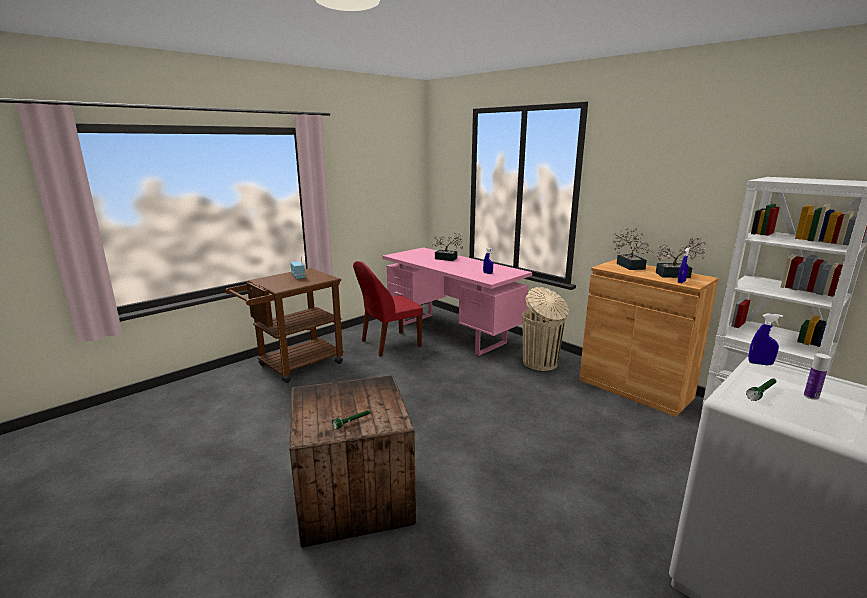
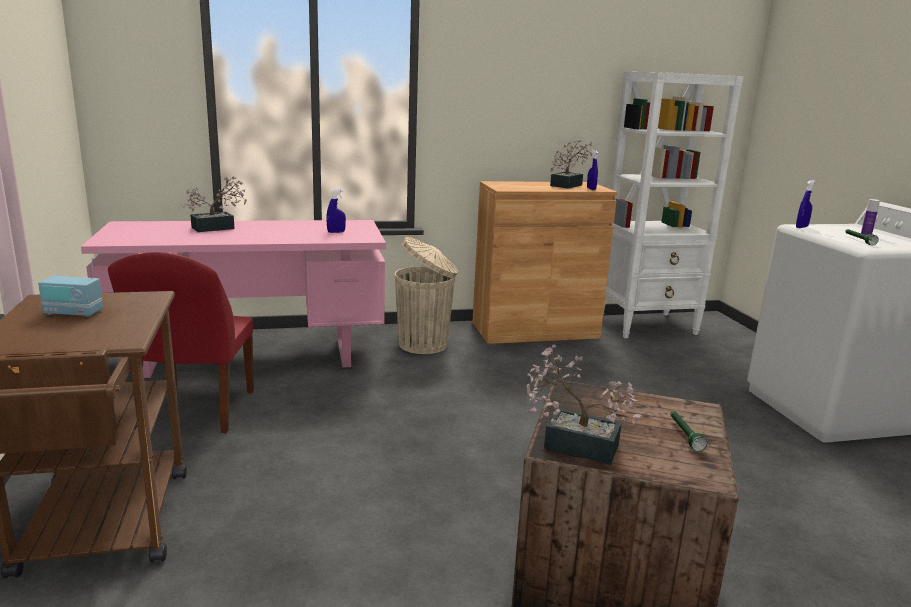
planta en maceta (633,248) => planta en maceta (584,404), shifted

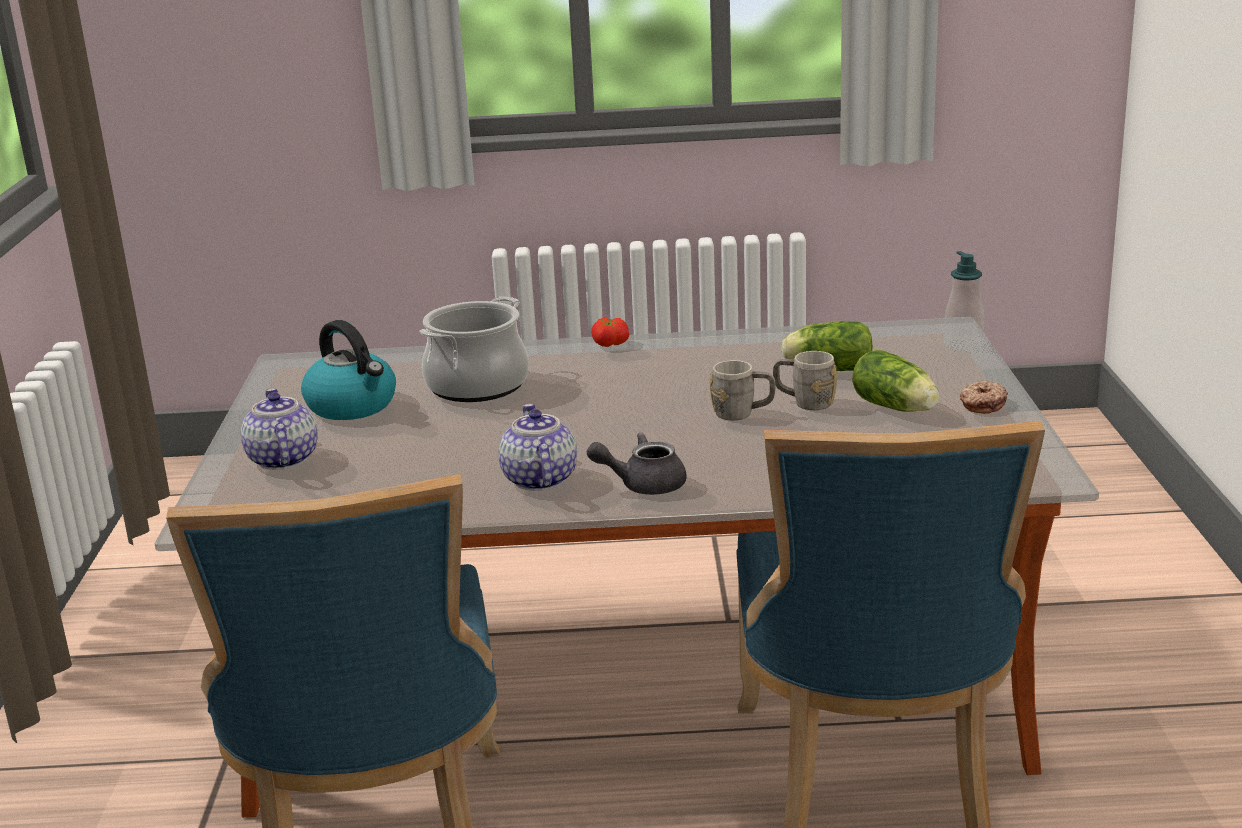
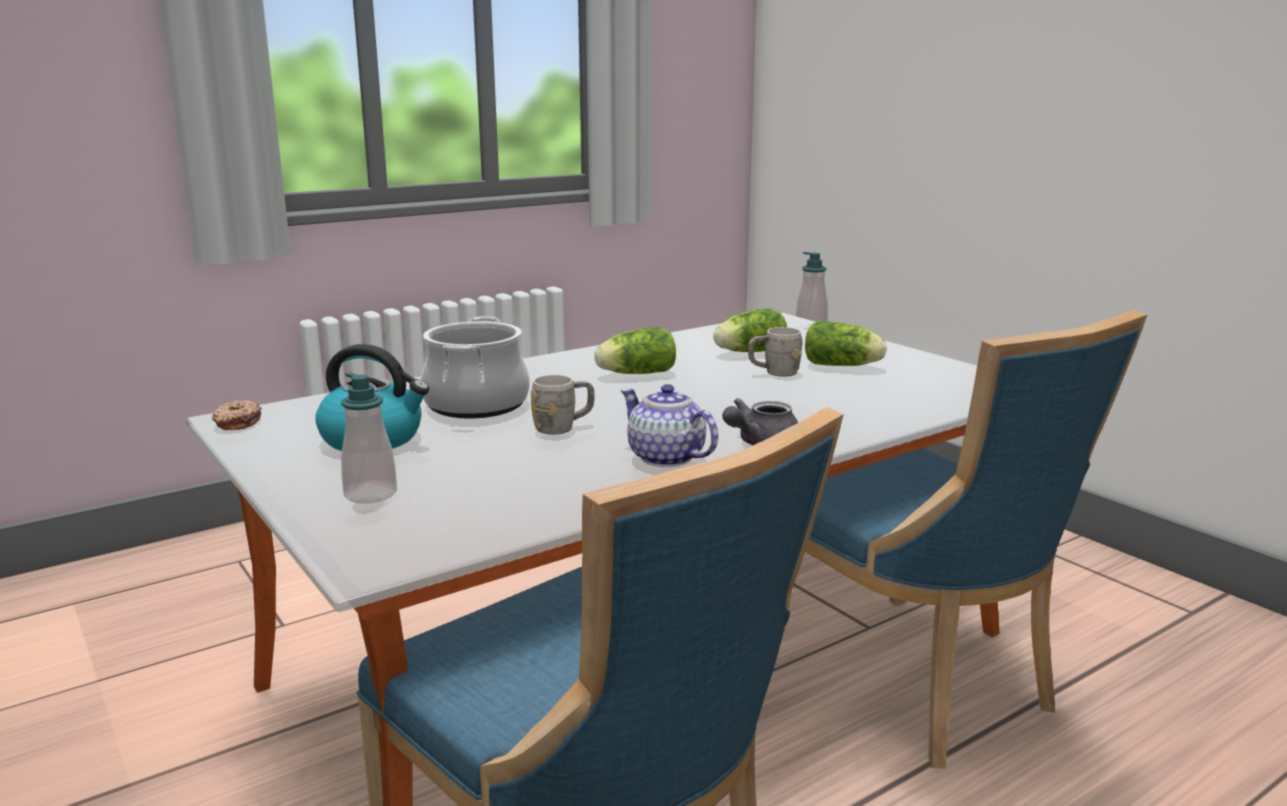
tomate (610,332) => nothing
nothing => lechuga (635,350)
taza grande [gris] (743,390) => taza grande [gris] (563,405), shifted
rosquilla (984,397) => rosquilla (236,415), shifted
tetera (279,429) => dispensador de jabón (369,438)

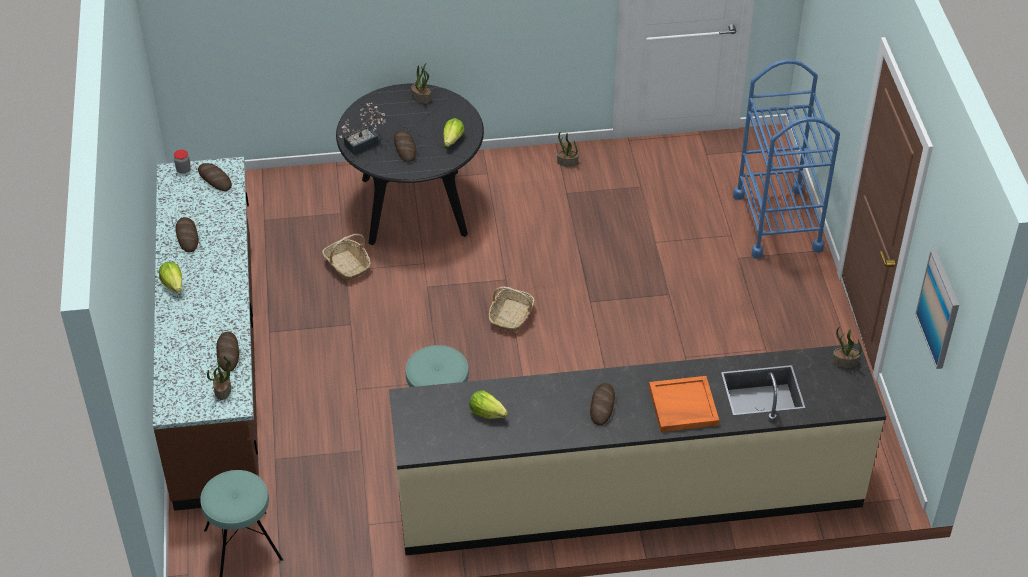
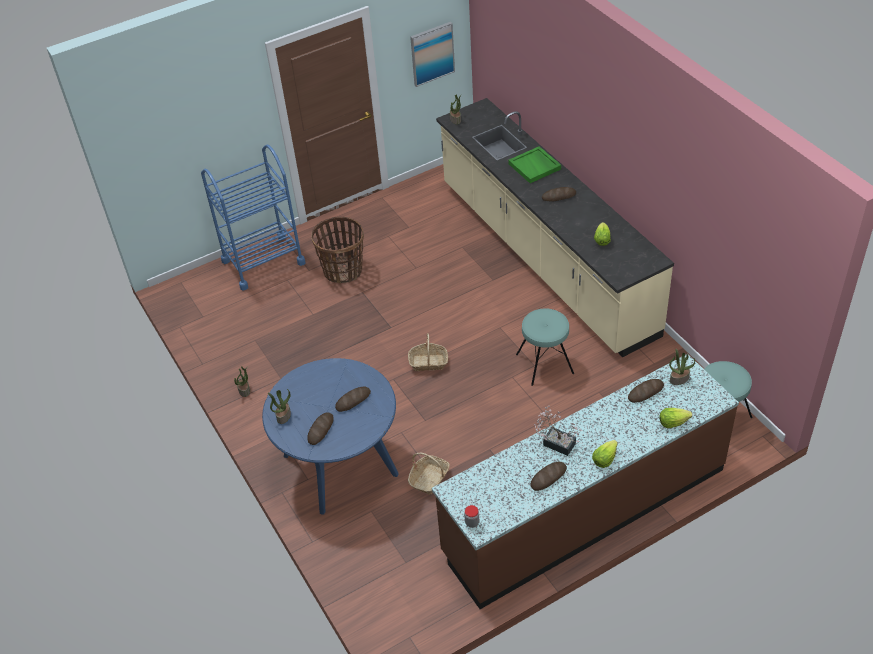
nothing => cesta (337,250)
pan (215,177) => pan (320,428), shifted
planta en maceta (362,128) => planta en maceta (558,431), shifted
lechuga (454,132) => lechuga (675,418), shifted
mesa de comedor [negro] (410,164) => mesa de comedor [azul] (330,436)
bandeja [naranja] (684,404) => bandeja [verde] (534,164)

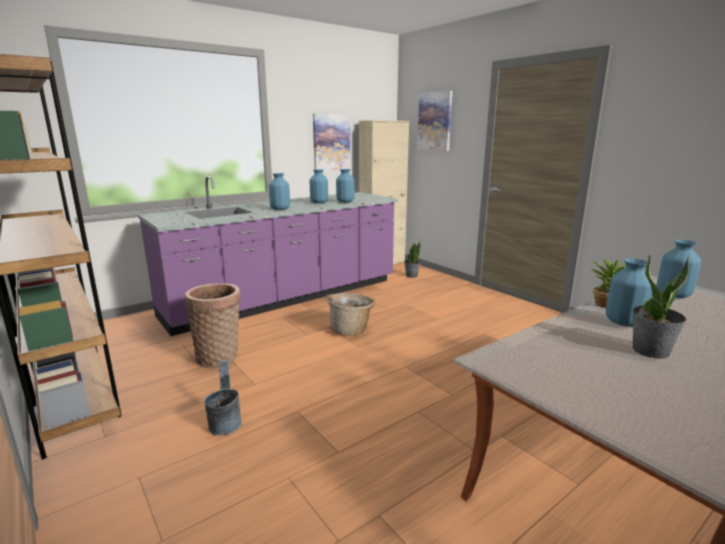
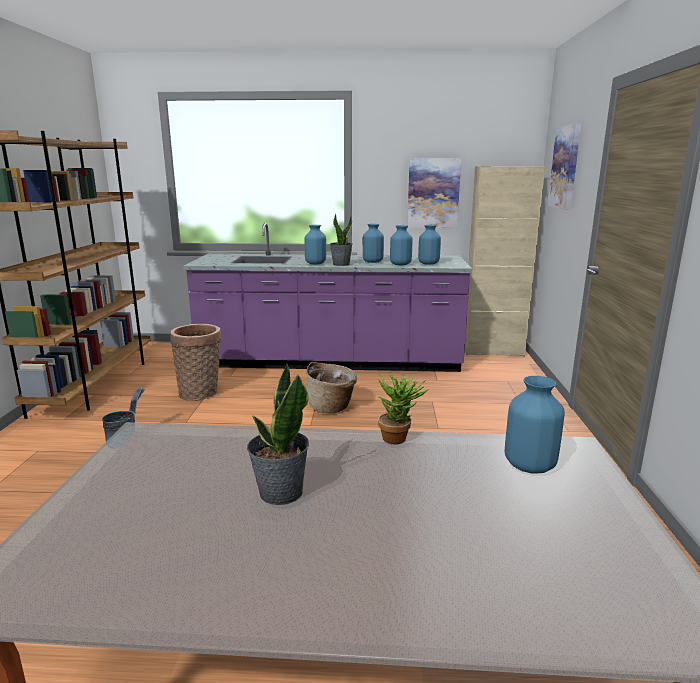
planta en maceta (412,260) => planta en maceta (341,239), shifted
florero [azul] (629,292) => florero [azul] (429,245), shifted

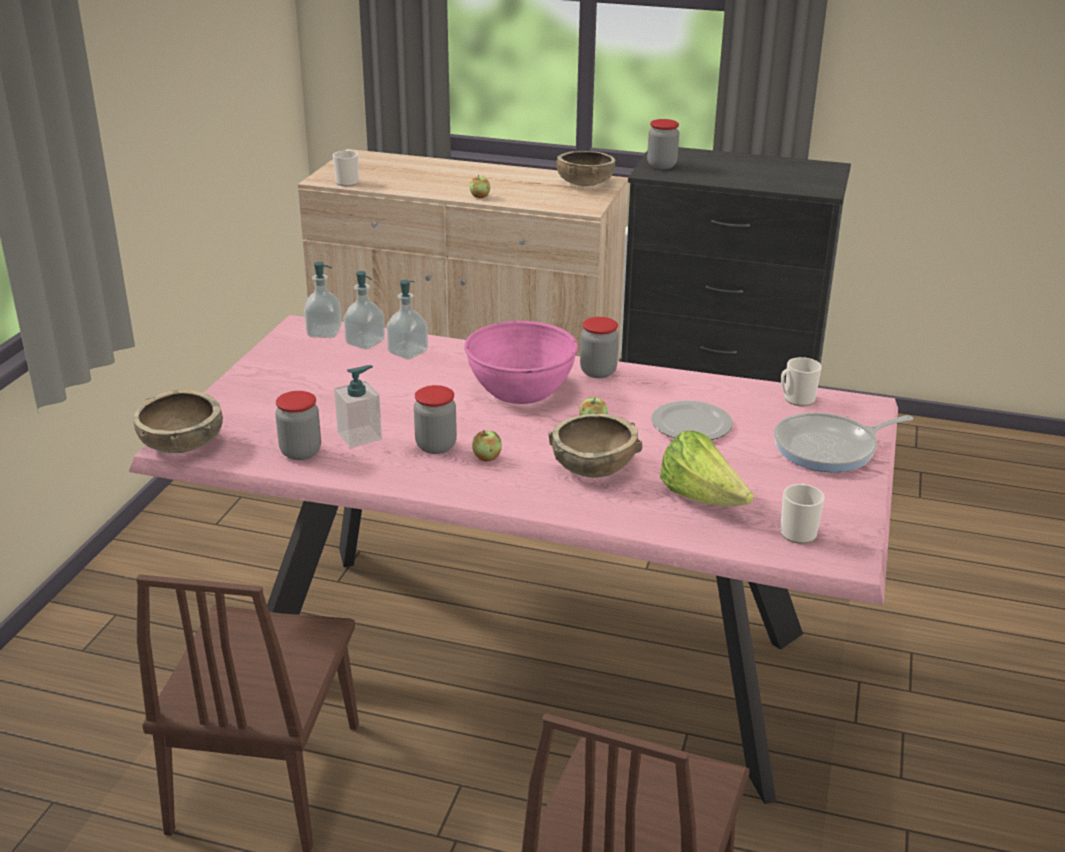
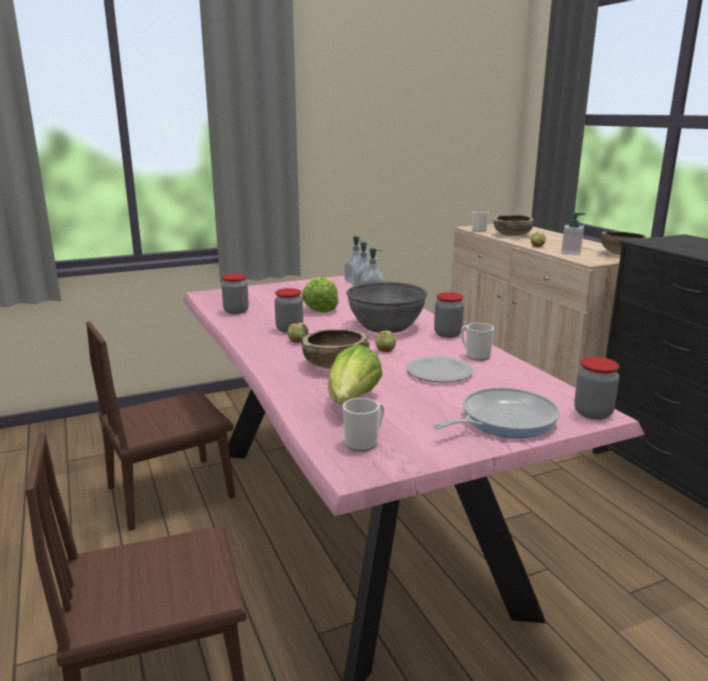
nothing => lechuga (320,295)
cuenco [marrón] (178,421) => cuenco [marrón] (513,225), shifted
dispensador de jabón (358,406) => dispensador de jabón (573,233), shifted
tarro (663,144) => tarro (597,388), shifted
taza grande (801,381) => taza grande (477,342), shifted
cuenco [rosa] (521,362) => cuenco [gris] (386,307)
sartén (843,442) => sartén (496,412), 120 degrees clockwise

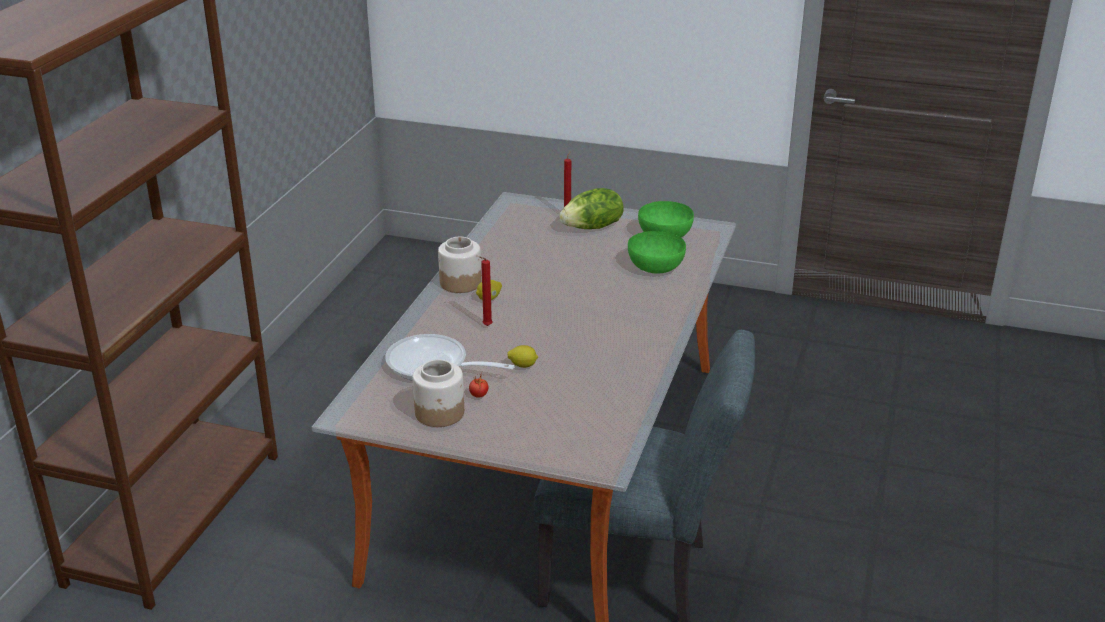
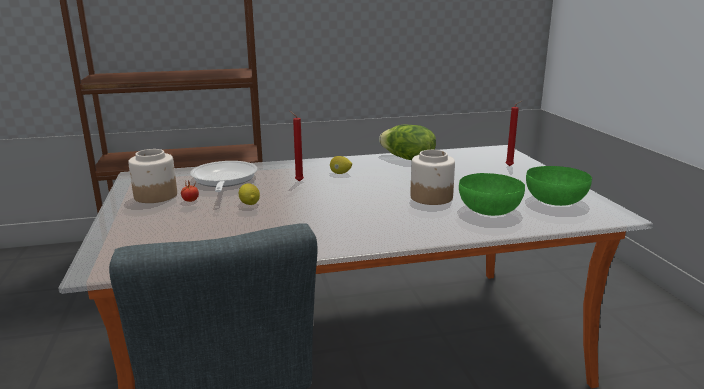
tarro (460,265) => tarro (432,177), shifted
lechuga (592,208) => lechuga (407,142), shifted

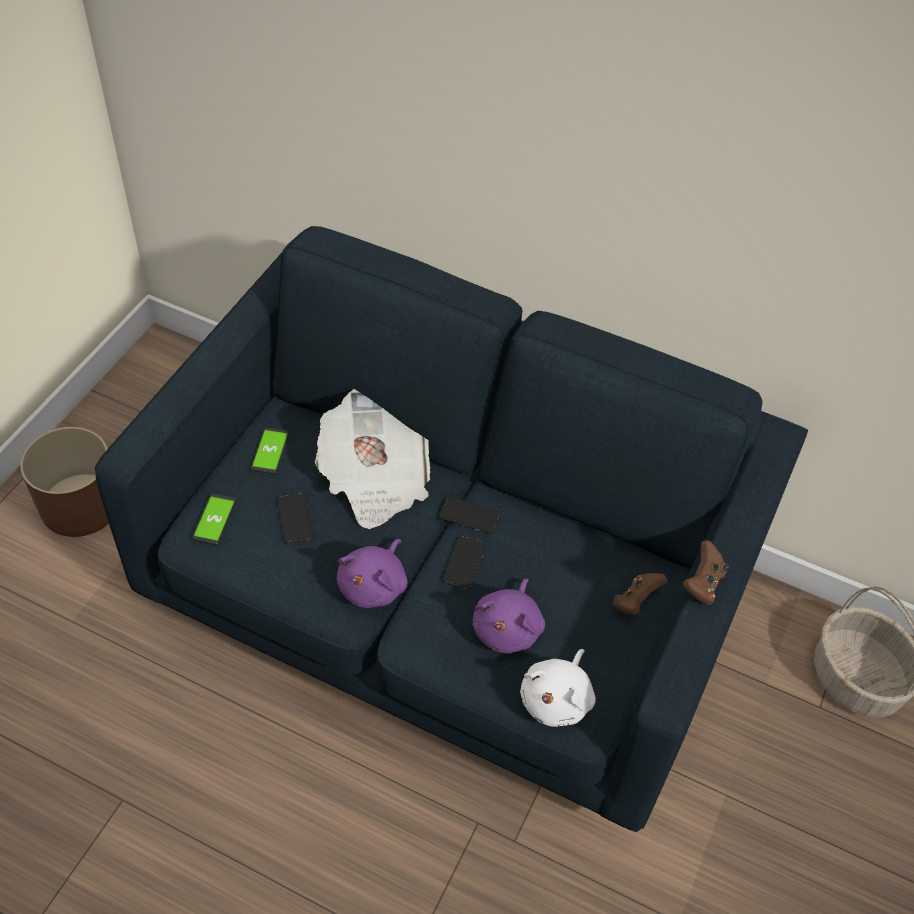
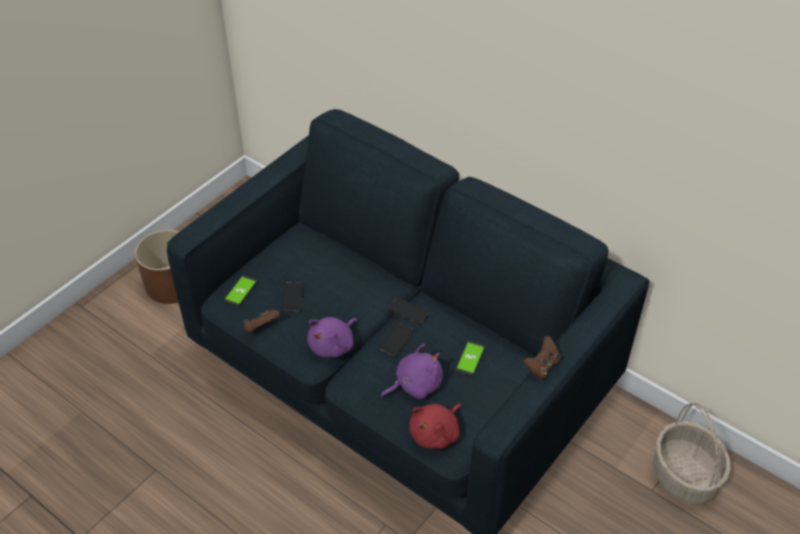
periódico (372,459) => nothing
móvil (270,450) => móvil (470,358), shifted
mando de consola [marrón] (640,594) => mando de consola [marrón] (262,321), shifted
peluche [blanco] (558,688) => peluche [rojo] (435,426)
peluche [morado] (508,616) => peluche [morado] (412,371), 150 degrees counterclockwise

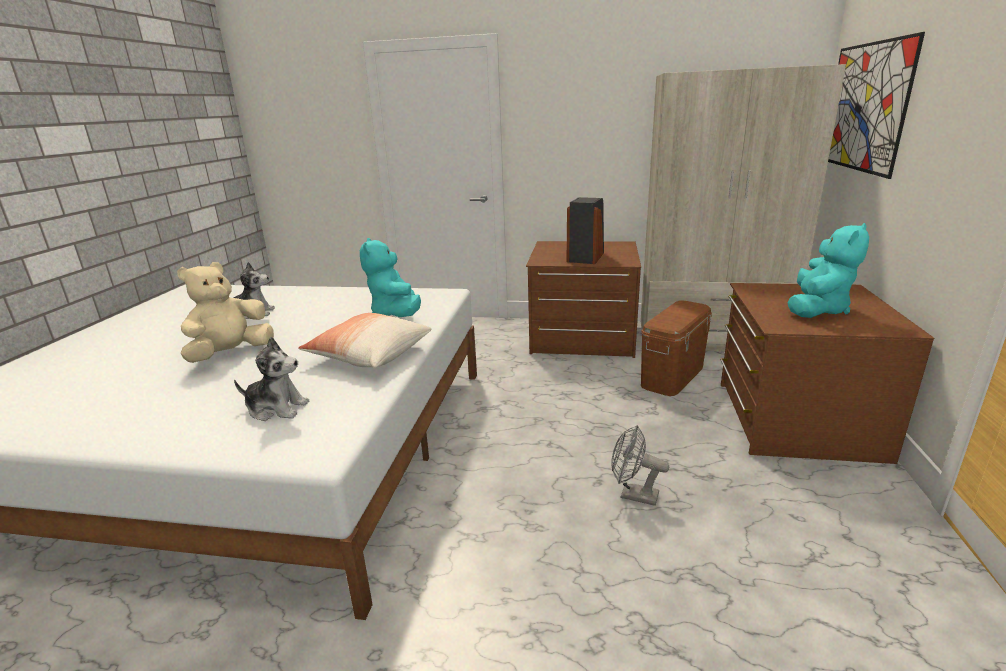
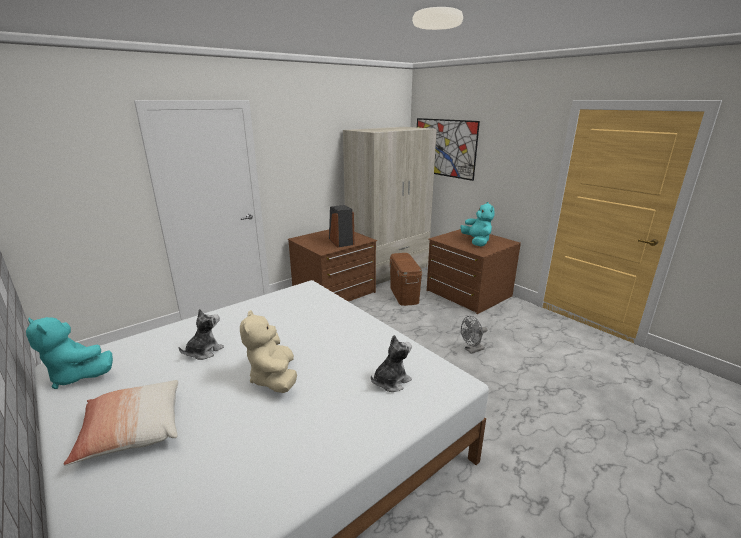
cojín (364,340) => cojín (121,423), shifted
peluche [turquesa] (390,277) => peluche [turquesa] (69,353), shifted

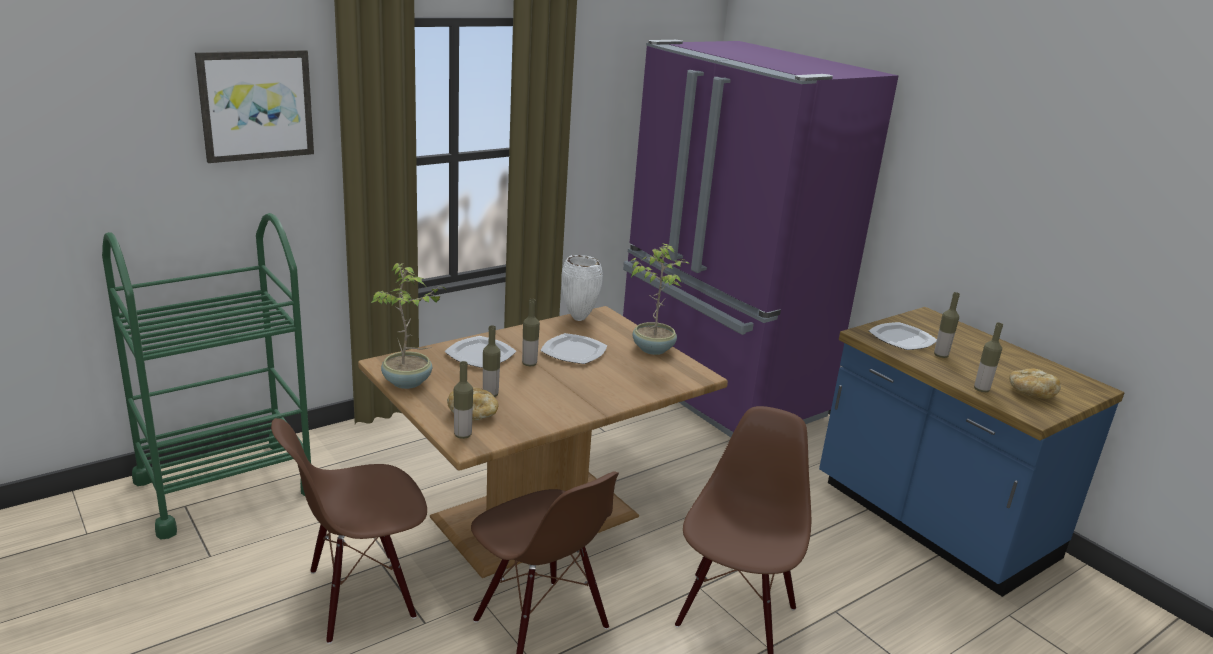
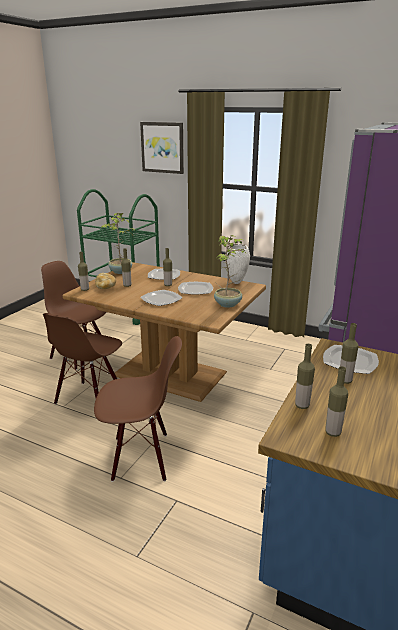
nothing => plato (161,298)
pan (1035,384) => botella (336,401)

